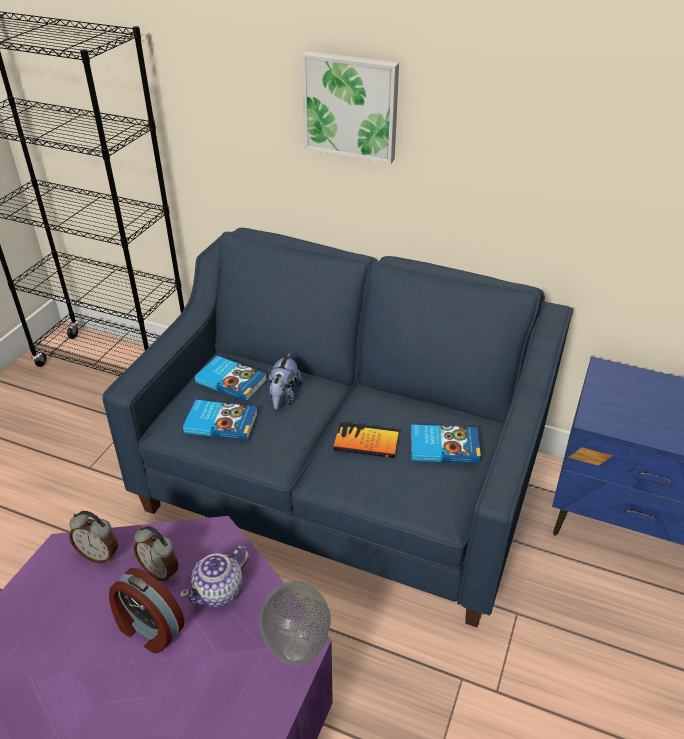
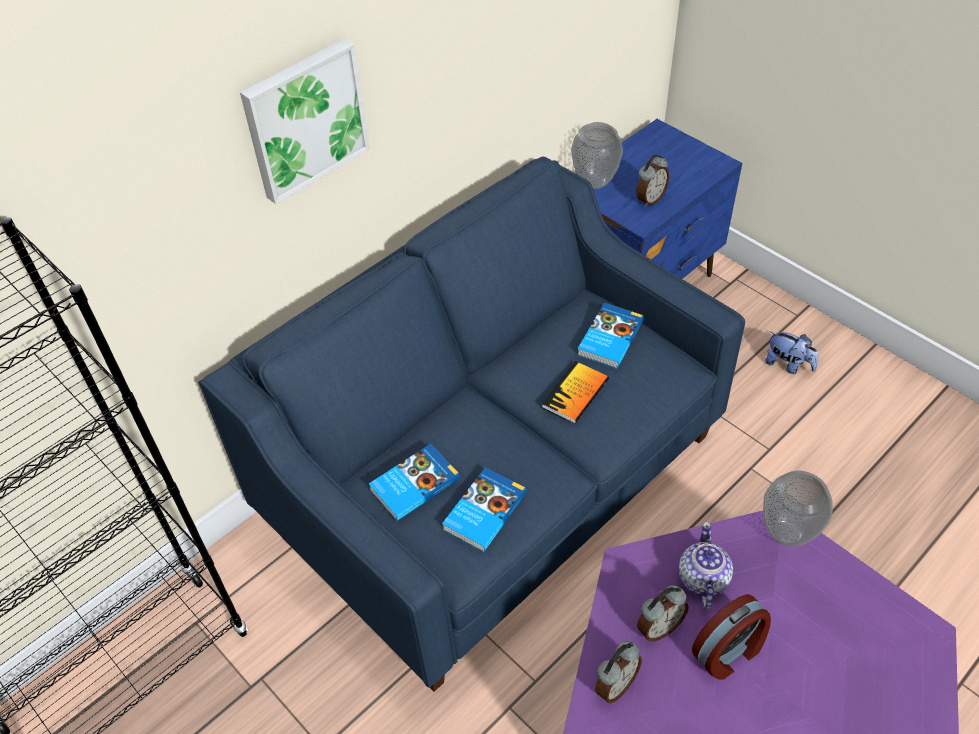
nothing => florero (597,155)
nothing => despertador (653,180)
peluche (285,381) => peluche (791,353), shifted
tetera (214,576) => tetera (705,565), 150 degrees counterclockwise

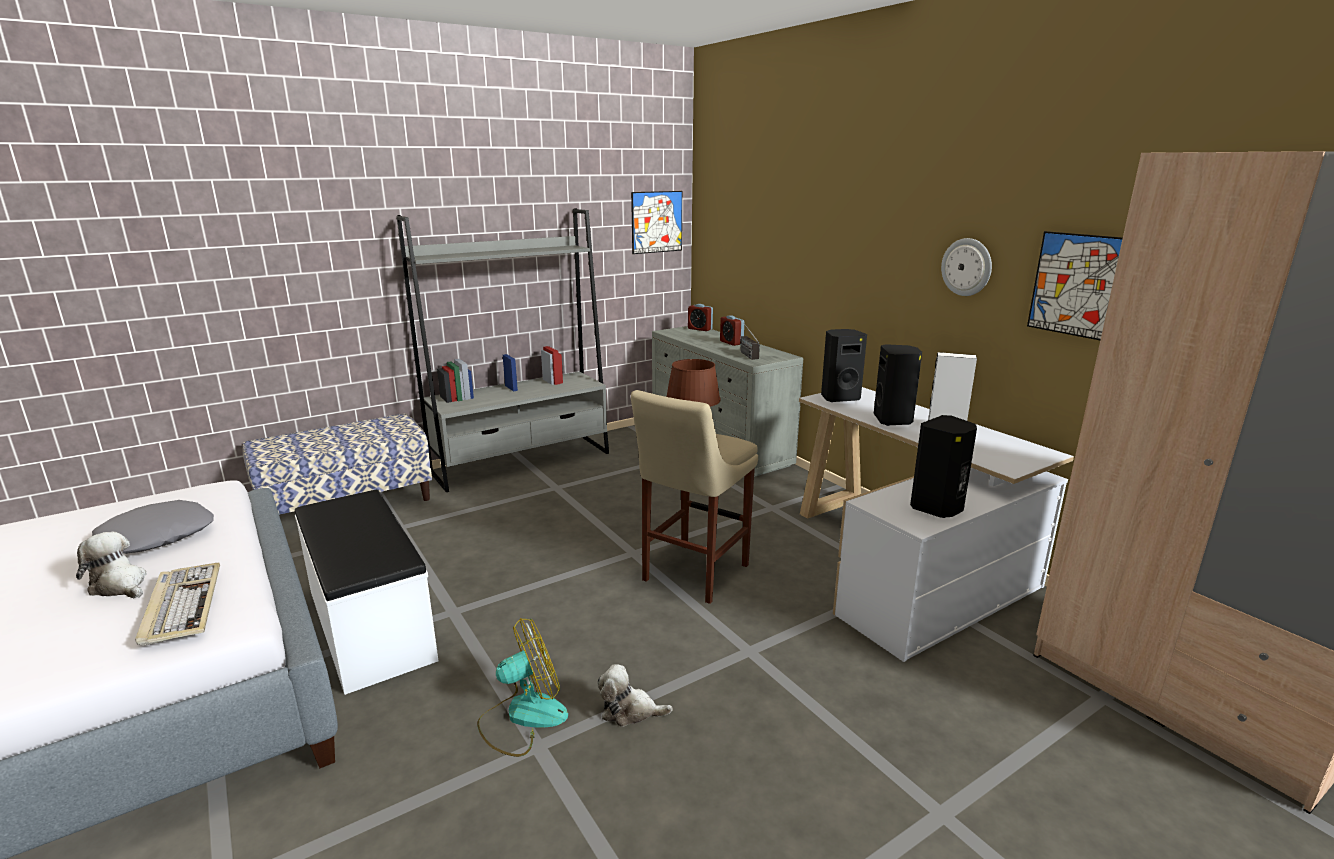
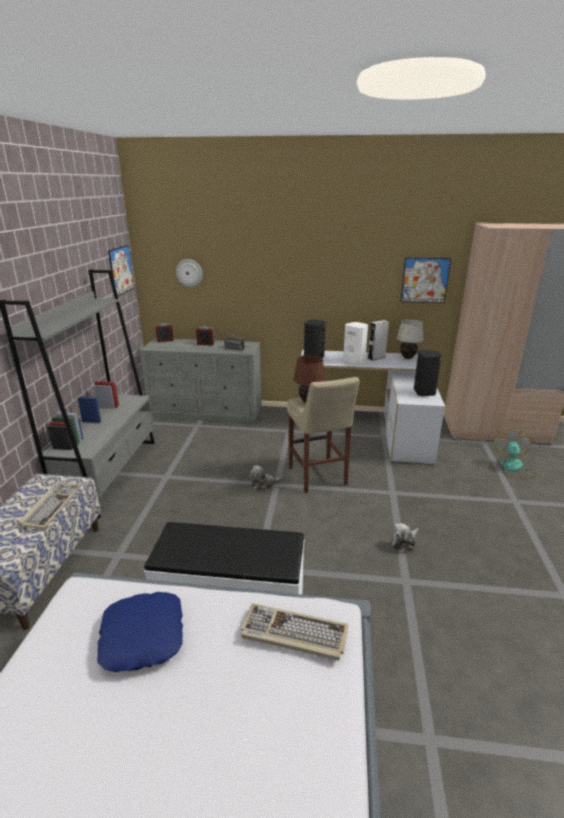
nothing => teclado (49,506)
nothing => lámpara de mesa [blanco] (410,339)
peluche (111,565) => peluche (266,477), shifted
ventilador (522,687) => ventilador (515,453), shifted
reloj de pared (966,267) => reloj de pared (189,273), shifted
cojín [gris] (153,527) => cojín [azul] (140,632)
altavoz [negro] (898,385) => altavoz [blanco] (355,343)

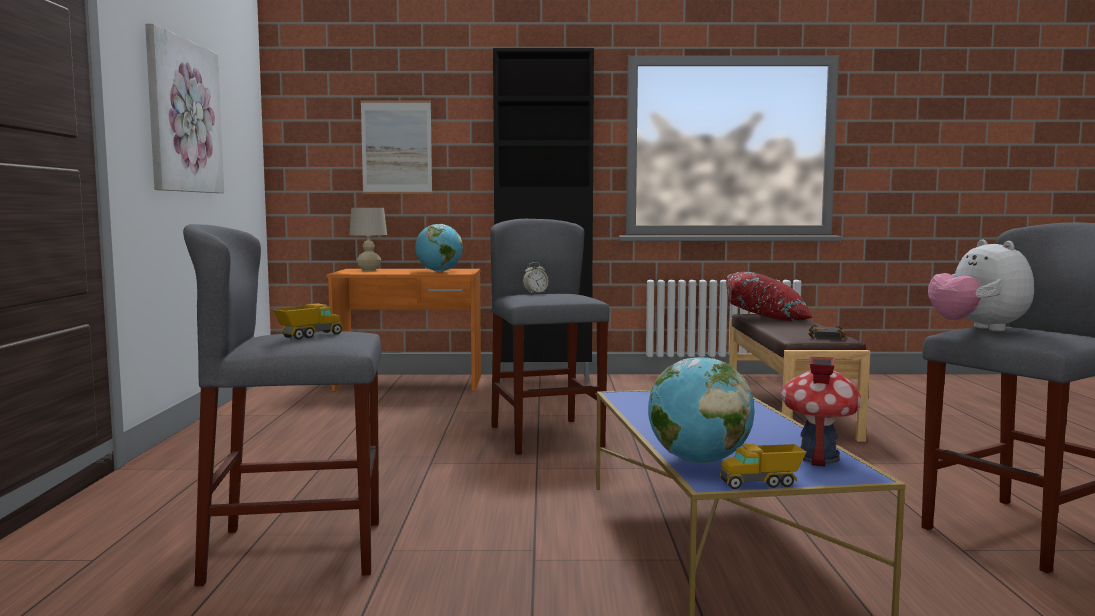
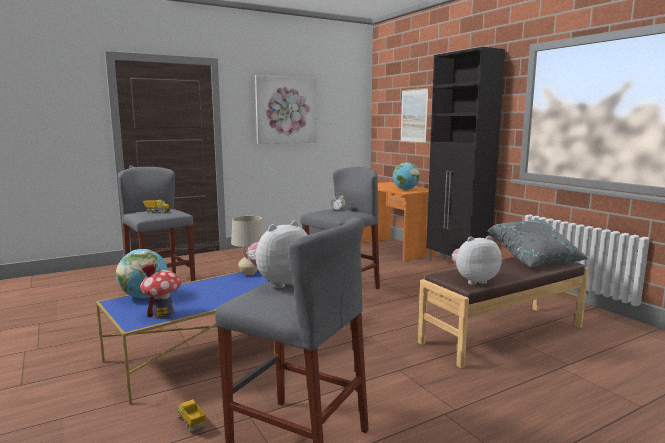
lámpara de mesa [beis] (368,239) => lámpara de mesa [beis] (247,245), shifted
camión de juguete (763,466) => camión de juguete (192,416), shifted
libro [negro] (827,332) => peluche (477,260)
cojín [rojo] (769,296) => cojín [gris] (537,243)

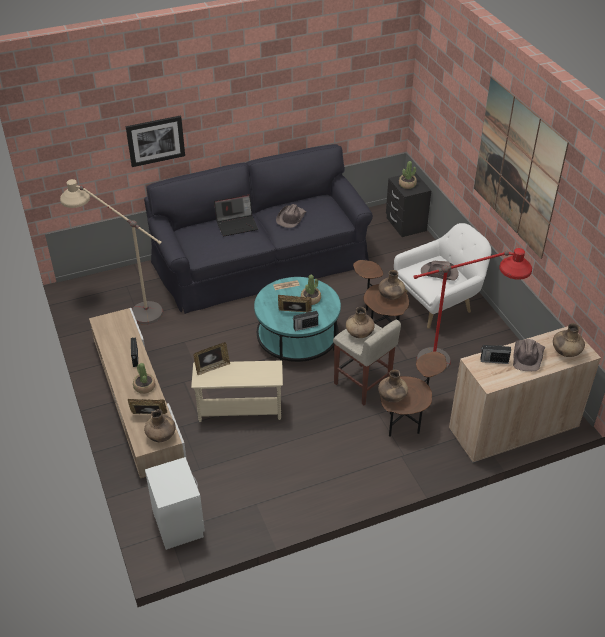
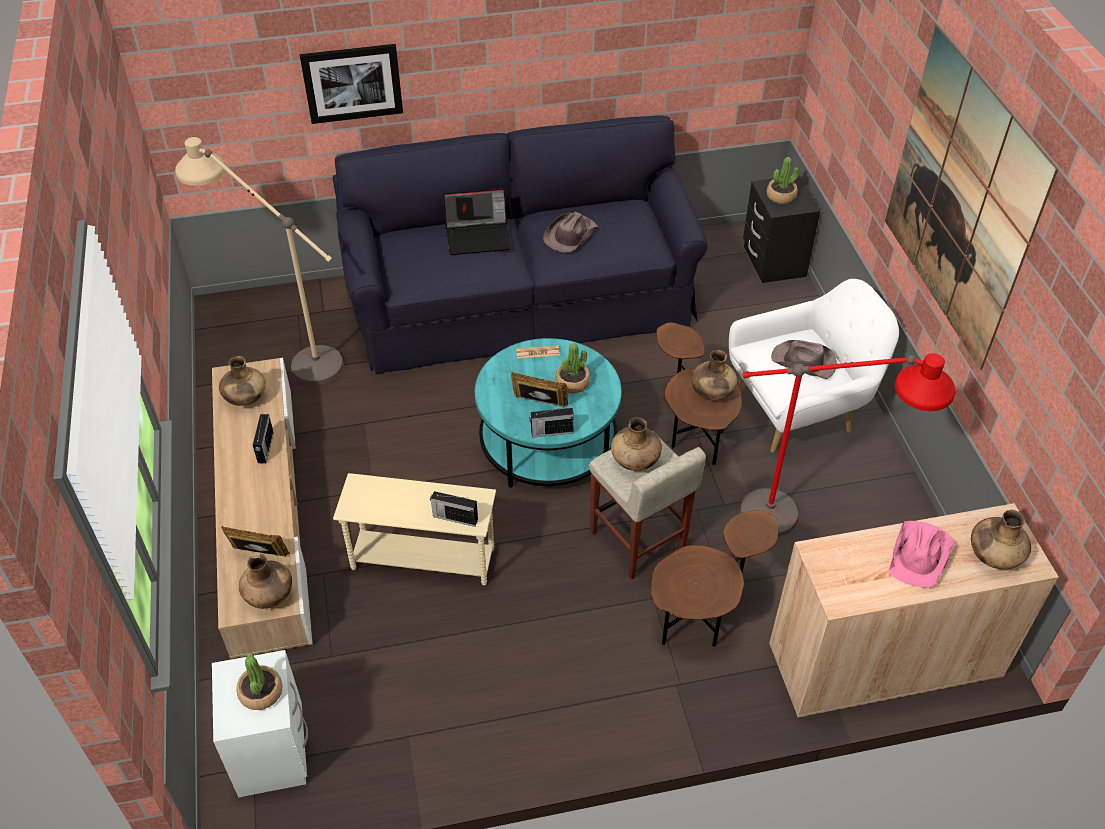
portarretratos (211,358) => nothing
planta en maceta (144,378) => planta en maceta (259,681), shifted
florero [marrón] (393,386) => florero [marrón] (242,381), shifted
radio (496,354) => radio (454,509), shifted
sombrero [marrón] (529,355) => sombrero [rosa] (922,554)

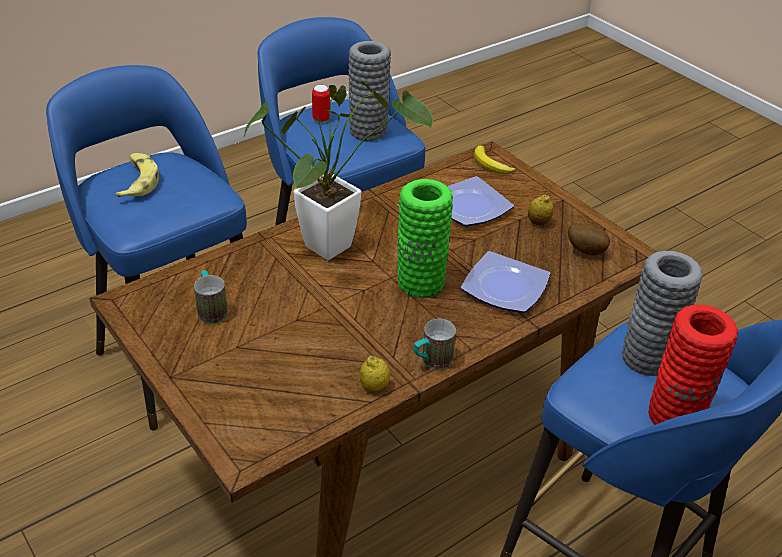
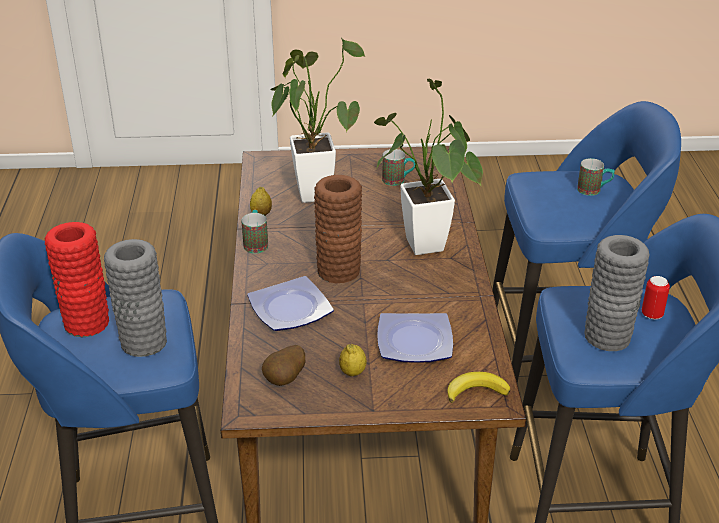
nothing => planta en maceta (317,120)
plátano (137,175) => taza grande (596,177)
florero [verde] (425,238) => florero [marrón] (338,229)

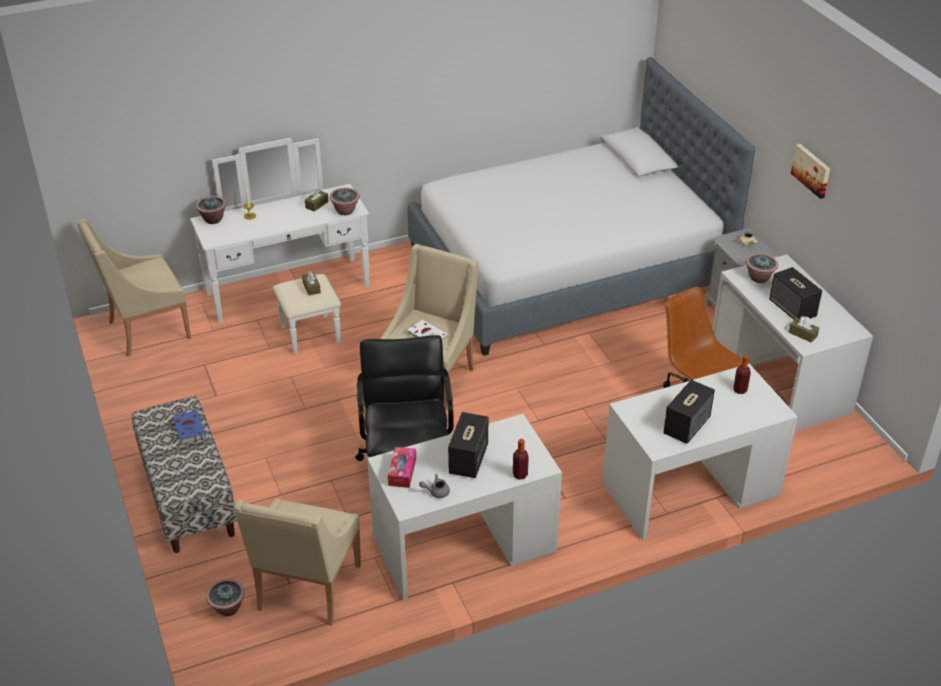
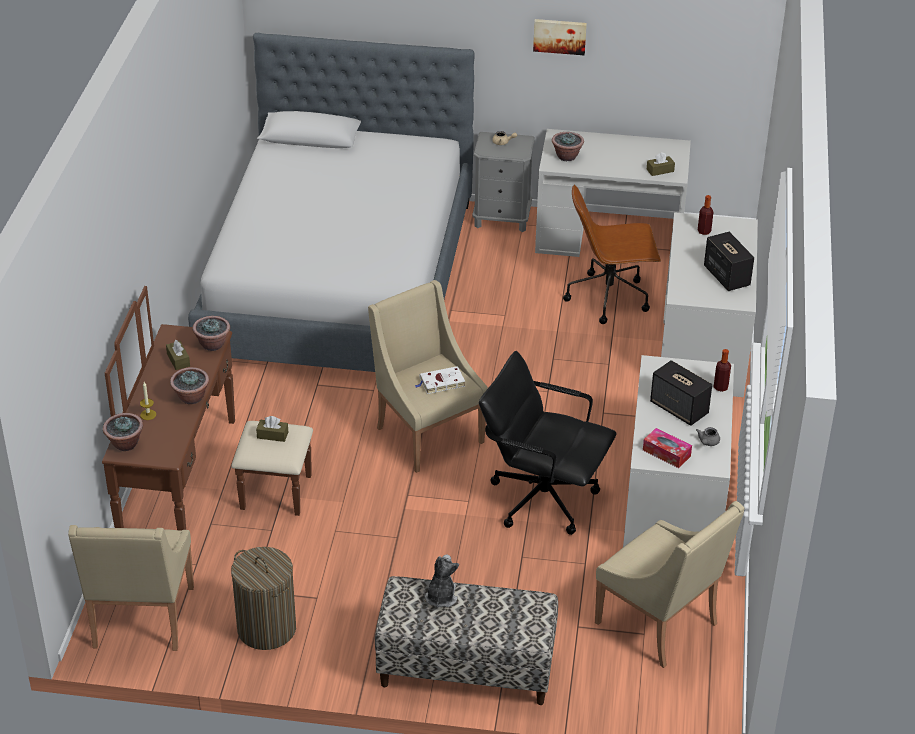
altavoz (795,293) => nothing
nothing => cesto de la ropa (263,598)
planta en maceta (225,597) => planta en maceta (189,385), shifted
libro [azul] (189,427) => peluche (442,581)
cómoda [blanco] (280,246) => cómoda [marrón] (207,408)

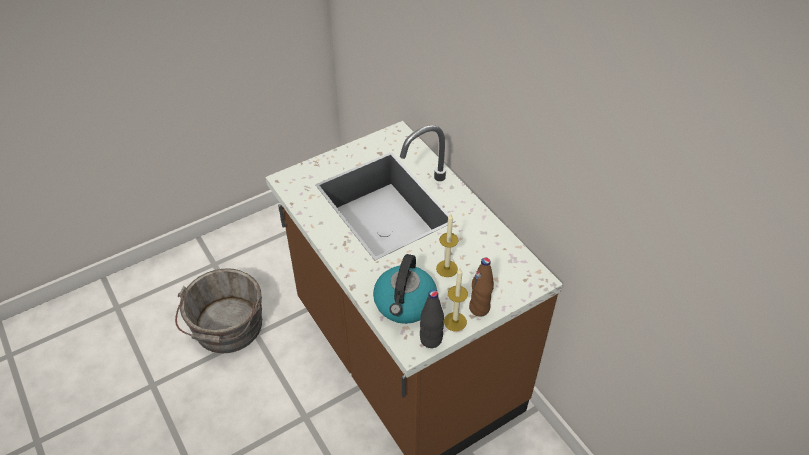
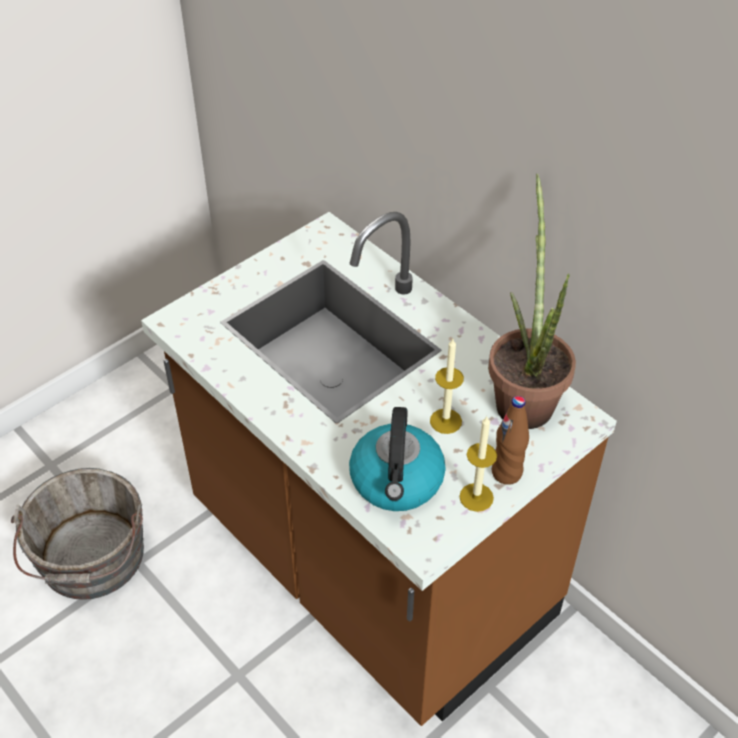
botella [negro] (432,319) => nothing
nothing => planta en maceta (532,301)

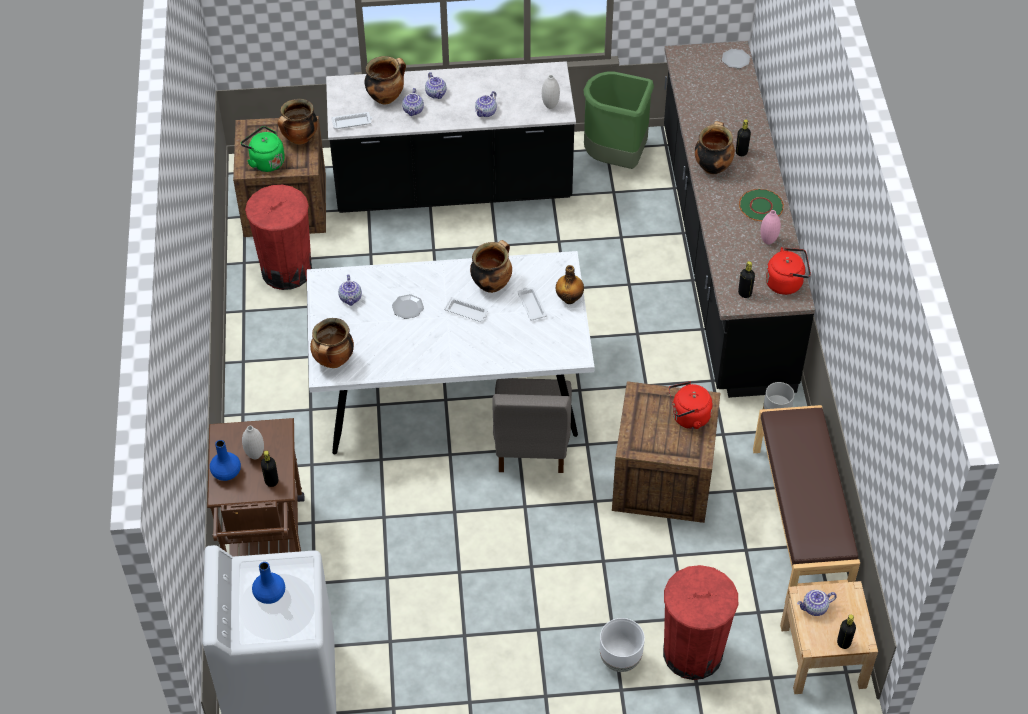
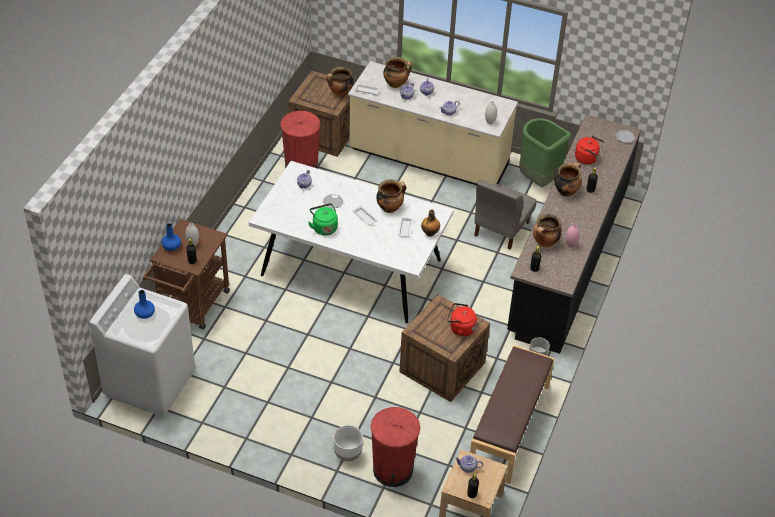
plato [verde] (761,205) => nothing
hervidor [verde] (263,149) => hervidor [verde] (323,219), shifted
olla (332,343) => olla (547,230), shifted
silla [gris] (532,425) => silla [gris] (505,214), shifted
hervidor [rojo] (788,271) => hervidor [rojo] (589,150), shifted
mueble bajo de cocina [negro] (451,137) => mueble bajo de cocina [beis] (433,123)

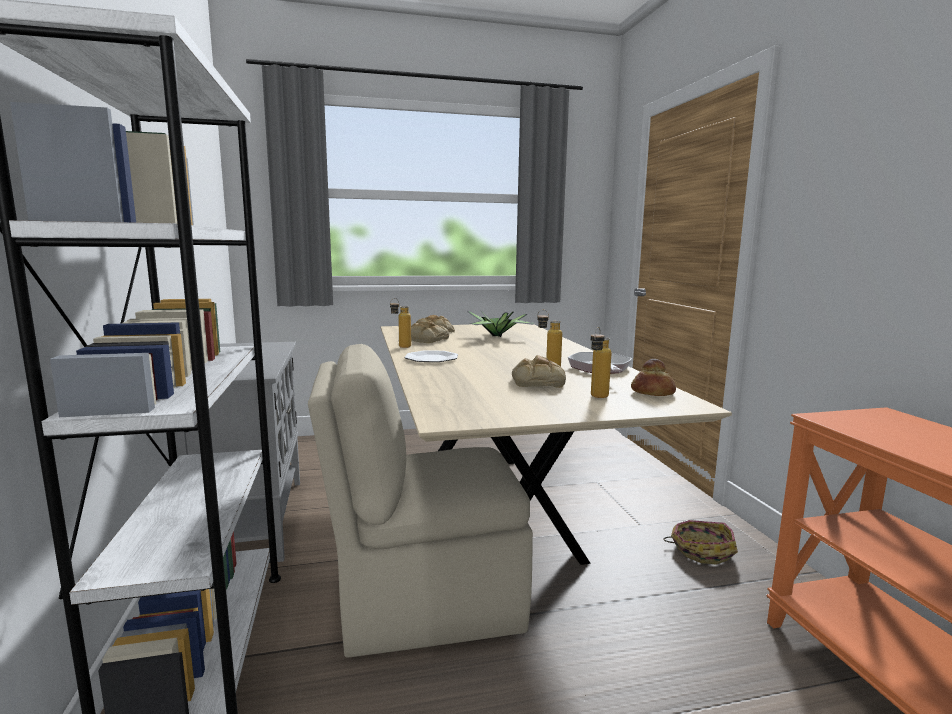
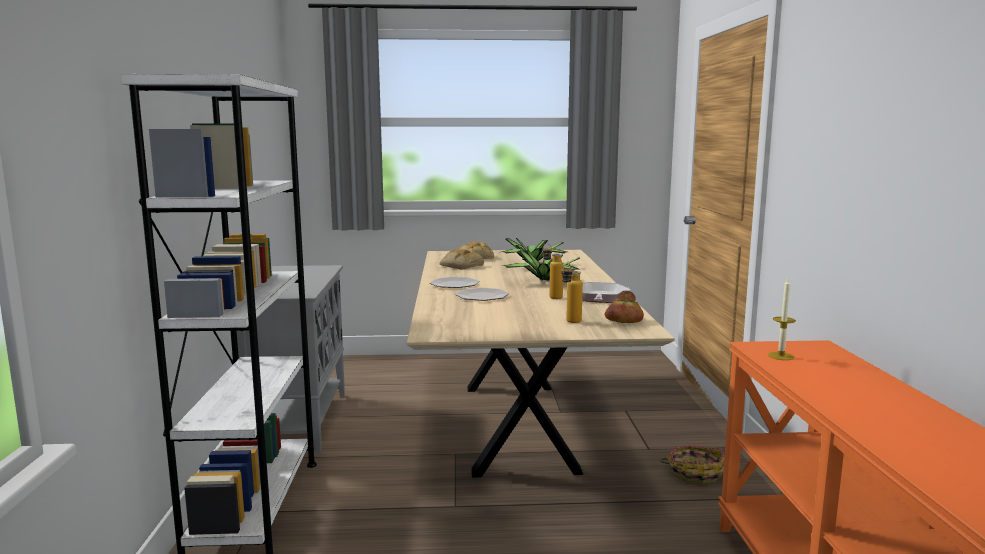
silla [beis] (420,501) => nothing
botella (400,323) => nothing
pan (539,371) => nothing
nothing => plato (482,294)
nothing => planta en maceta (542,265)
nothing => vela (782,319)

